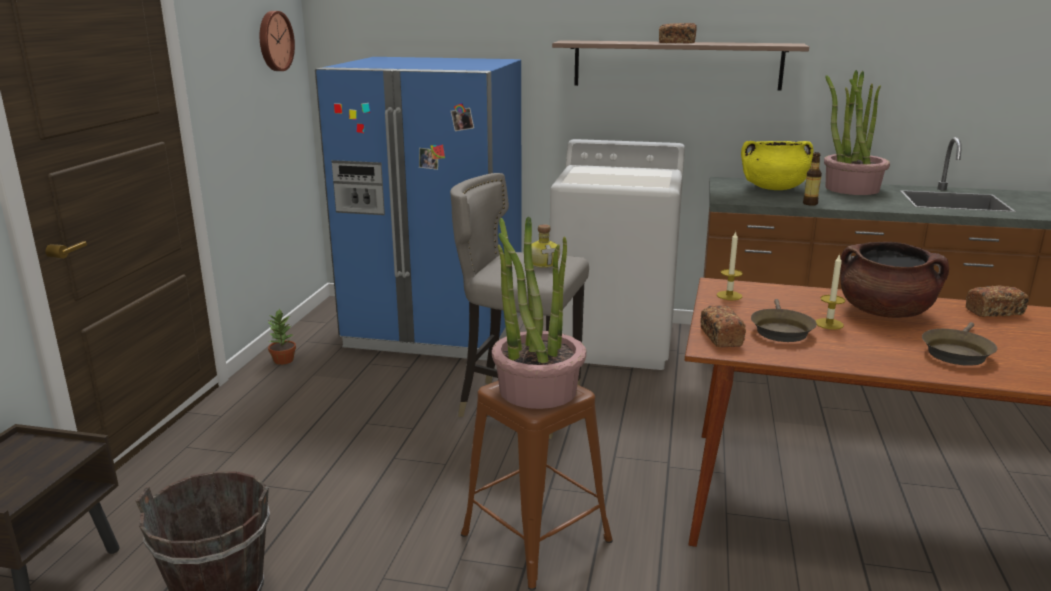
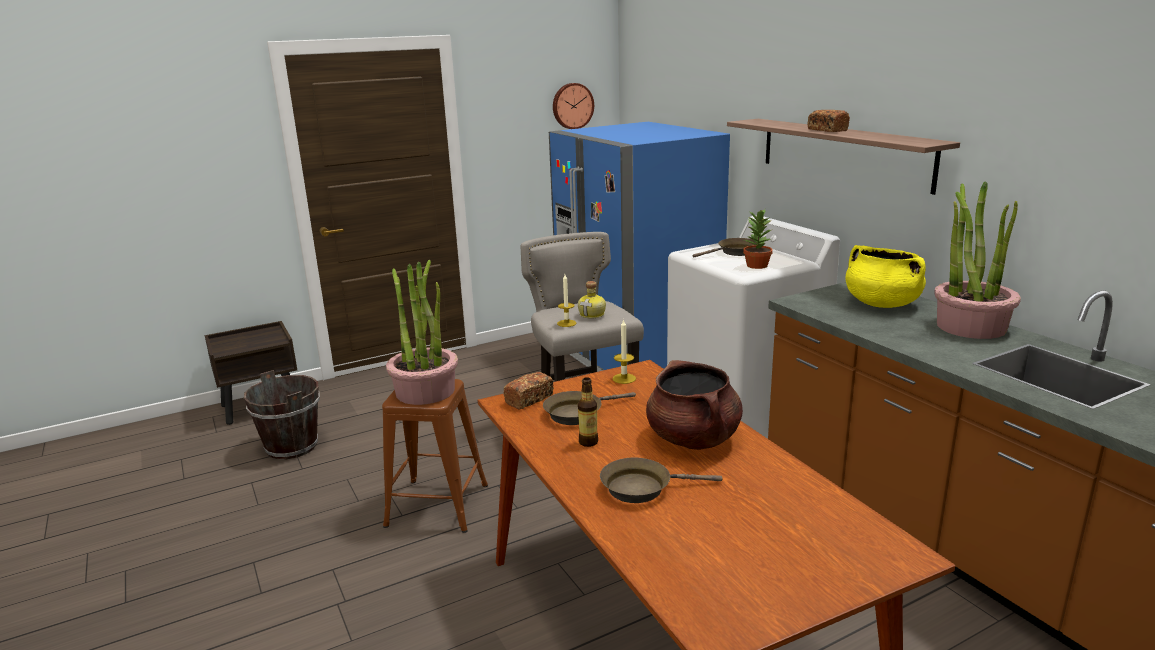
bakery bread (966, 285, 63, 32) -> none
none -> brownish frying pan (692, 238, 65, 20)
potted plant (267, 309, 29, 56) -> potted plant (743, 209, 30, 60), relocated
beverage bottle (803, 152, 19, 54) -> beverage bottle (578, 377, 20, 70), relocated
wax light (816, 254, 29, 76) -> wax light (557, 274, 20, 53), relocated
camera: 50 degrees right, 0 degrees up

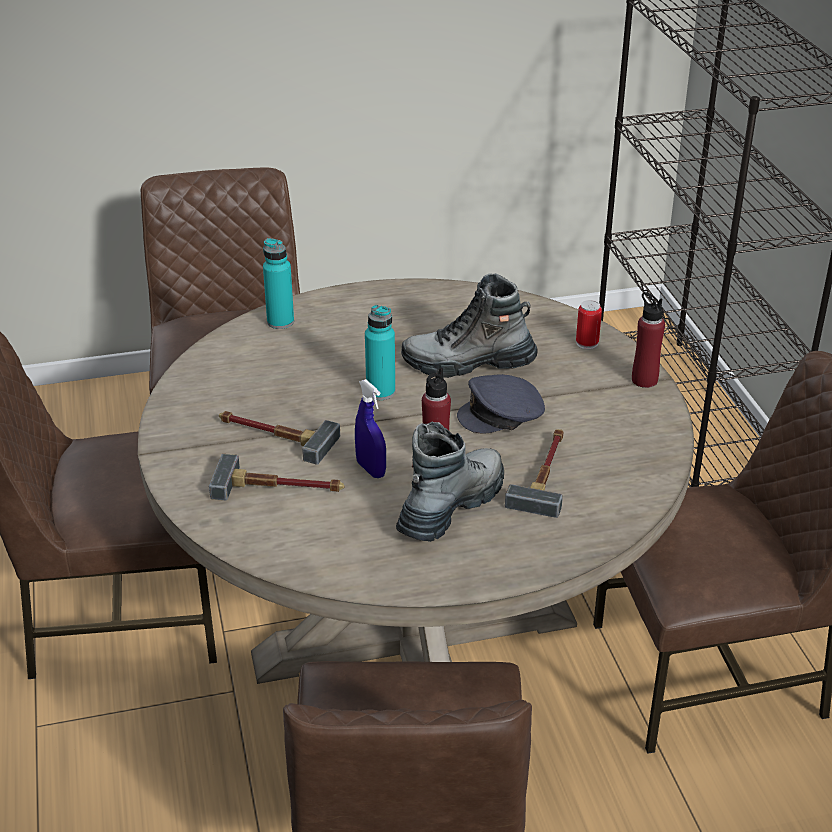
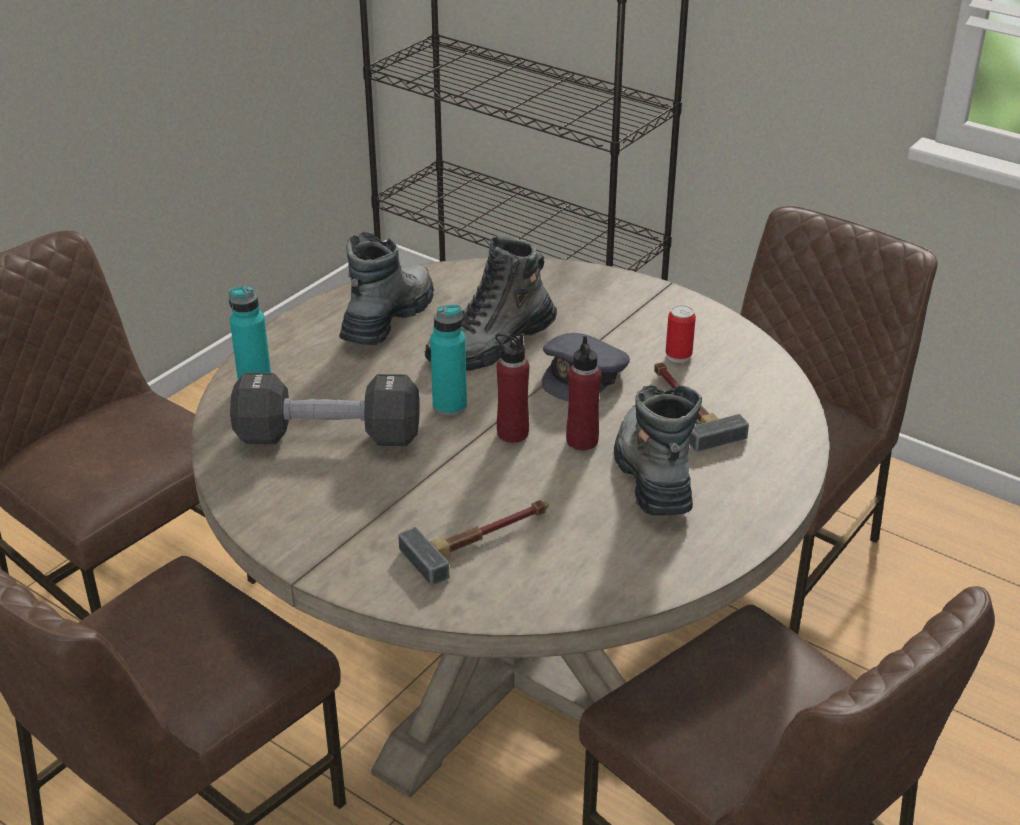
hand hammer (219, 411, 121, 54) -> none
bluish sprayer (355, 379, 31, 99) -> none
none -> blackish hand weight (230, 372, 189, 74)
none -> high-top boot (339, 232, 95, 113)
metal can (576, 300, 26, 50) -> metal can (666, 305, 30, 58), relocated
reddish beverage bottle (632, 292, 33, 96) -> reddish beverage bottle (495, 332, 34, 111), relocated
camera: 40 degrees left, 0 degrees up

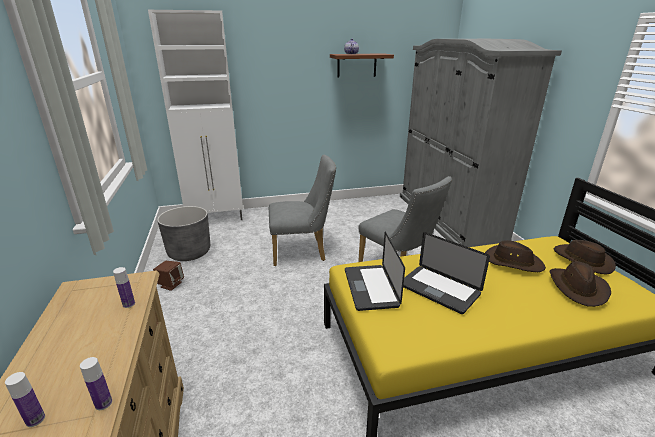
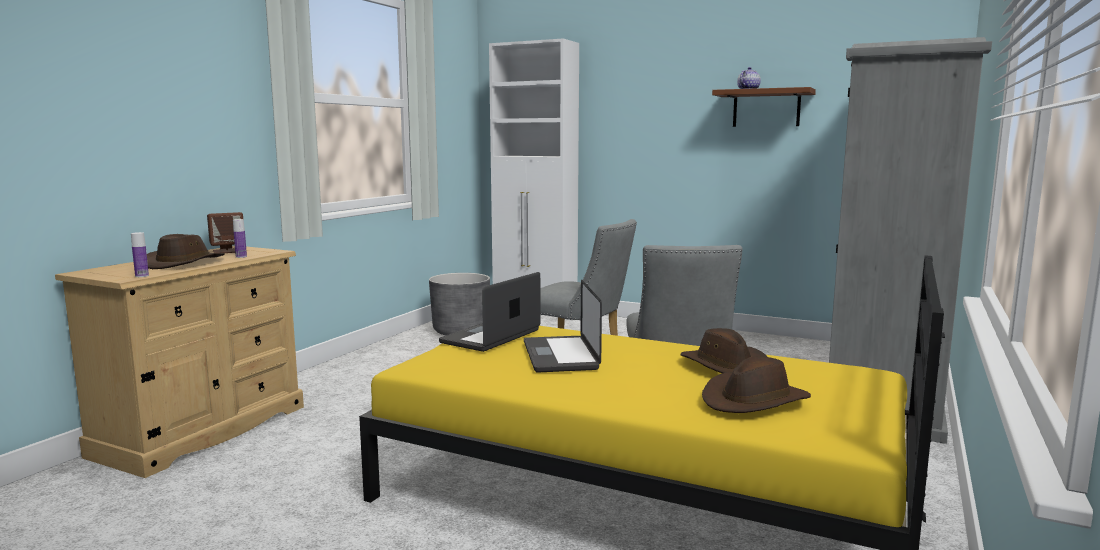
beverage bottle (5, 372, 40, 55) -> none
brownish speaker (153, 261, 31, 30) -> brownish speaker (207, 212, 36, 41), relocated
brownish hat (553, 240, 63, 34) -> brownish hat (147, 234, 78, 35), relocated
camera: 40 degrees right, 15 degrees down

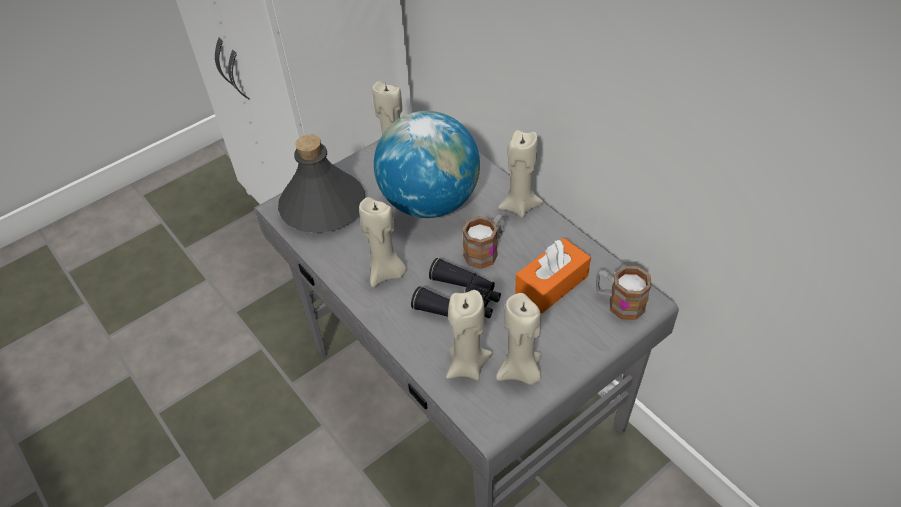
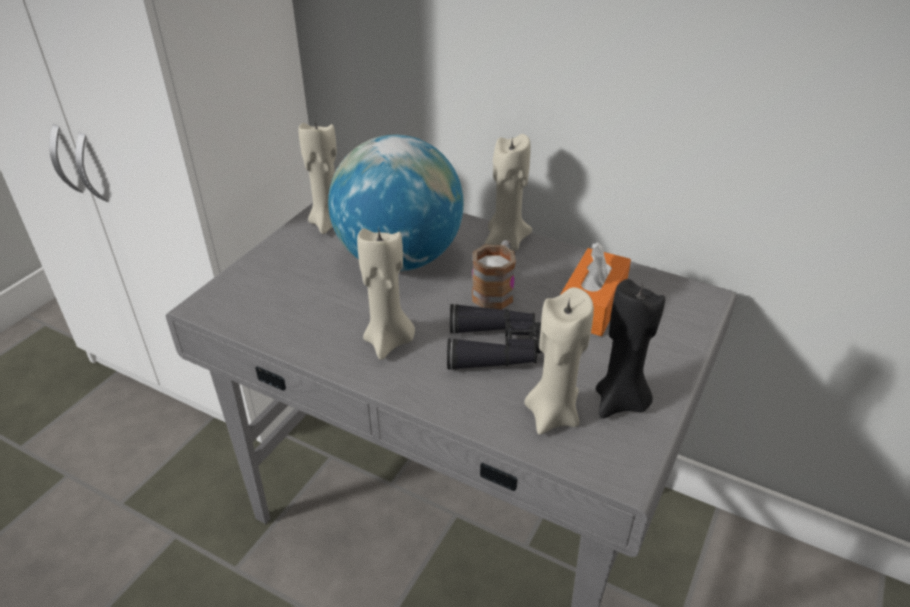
grey beverage bottle (278, 134, 87, 99) -> none
coffee mug (596, 266, 56, 54) -> none
sand-coloured wax light (496, 293, 46, 92) -> blackish wax light (596, 279, 69, 139)
camera: 25 degrees left, 10 degrees down

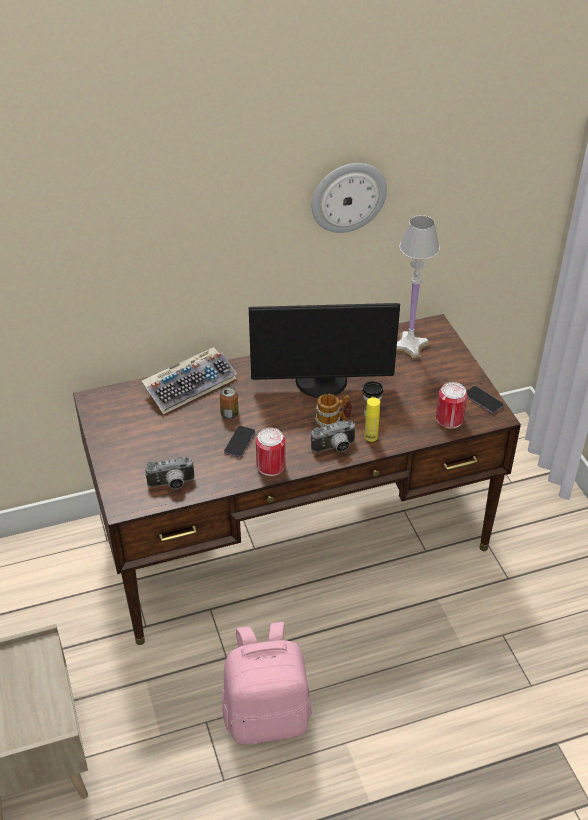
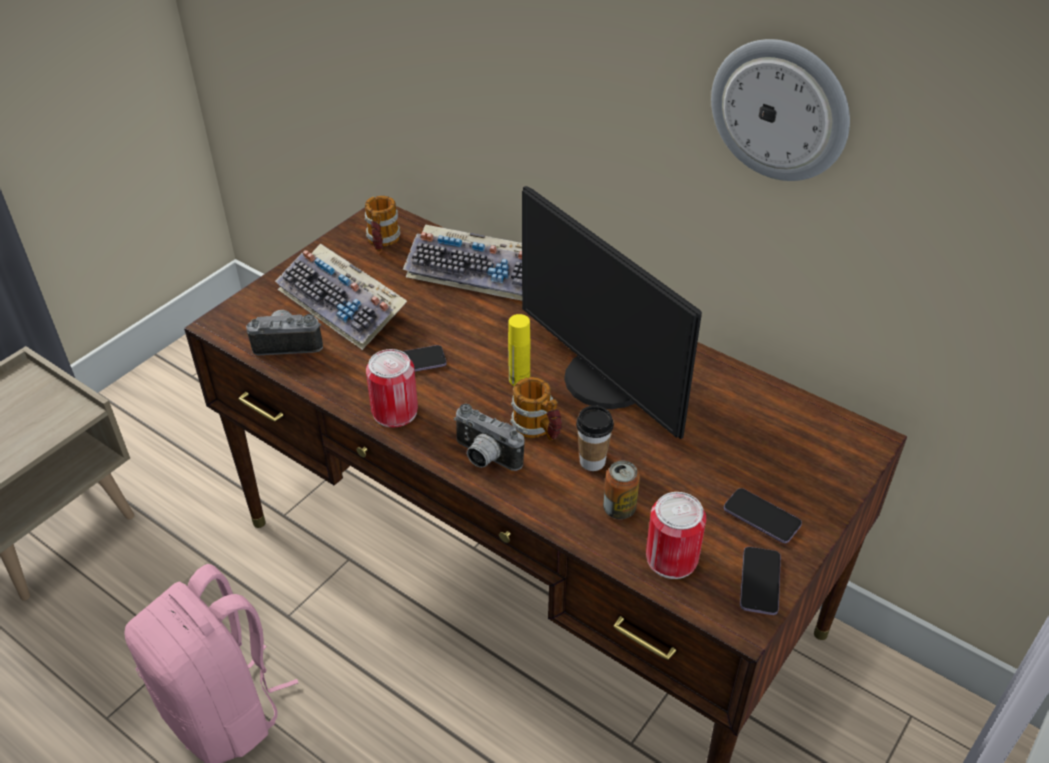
whitish lamp for a table (396, 215, 44, 145) -> none
none -> computer keyboard (275, 244, 132, 106)
none -> coffee mug (365, 196, 35, 55)
none -> handset (724, 488, 78, 55)
metal can (220, 386, 19, 33) -> metal can (603, 460, 37, 59), relocated
yellowish beverage bottle (365, 397, 15, 45) -> yellowish beverage bottle (508, 314, 22, 72), relocated
still camera (145, 457, 50, 32) -> still camera (246, 310, 77, 45), 135 degrees clockwise
camera: 55 degrees right, 0 degrees up

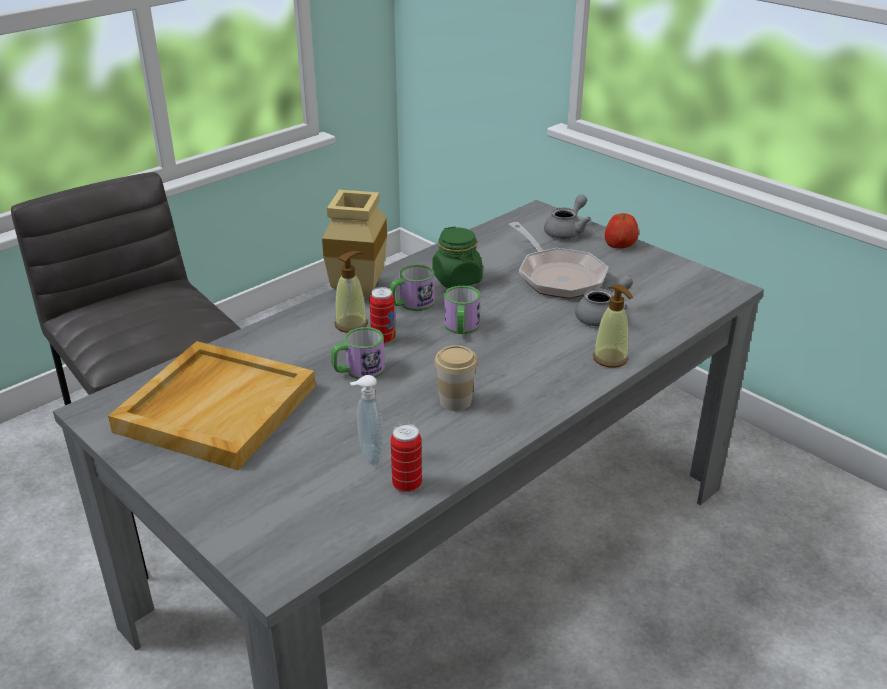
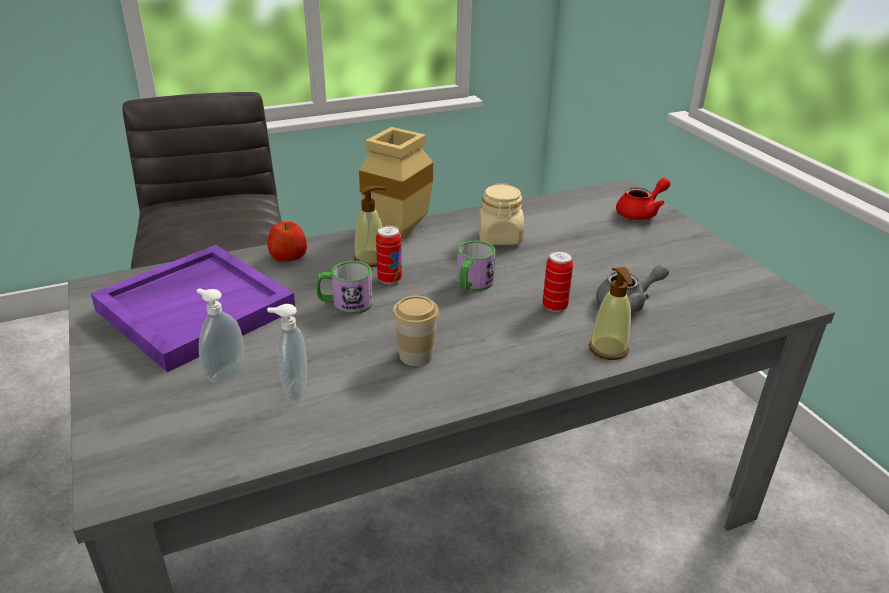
coffee mug (390, 265, 45, 46) -> none
frying pan (509, 222, 99, 77) -> none
none -> soap bottle (197, 288, 47, 95)
metal can (391, 424, 31, 69) -> metal can (542, 251, 31, 61), relocated
whole apple (605, 213, 34, 35) -> whole apple (267, 222, 40, 39), relocated
sand-coloured carrying tray (108, 341, 208, 129) -> purplish carrying tray (91, 245, 204, 127)
greenish preserve jar (432, 226, 51, 62) -> sand-coloured preserve jar (478, 184, 46, 61)
grey tea pot (544, 195, 47, 44) -> reddish tea pot (616, 178, 55, 42)
camera: 20 degrees right, 0 degrees up

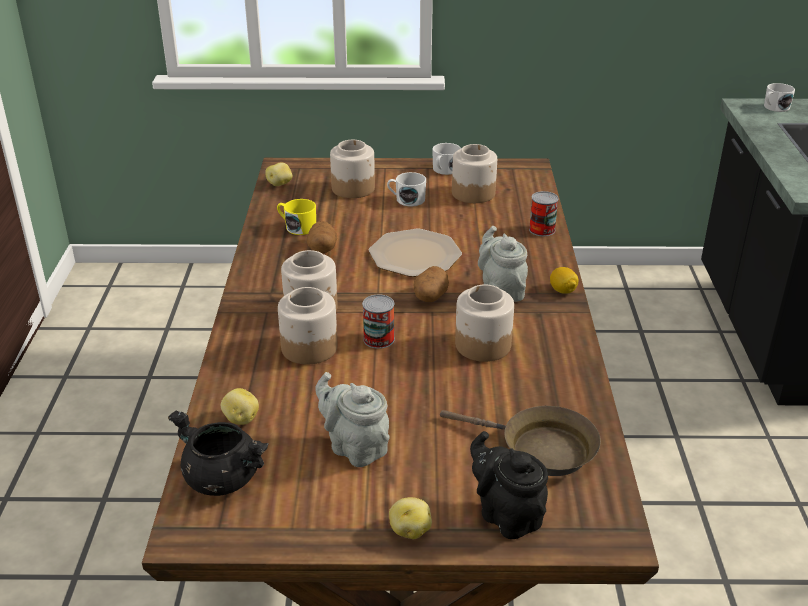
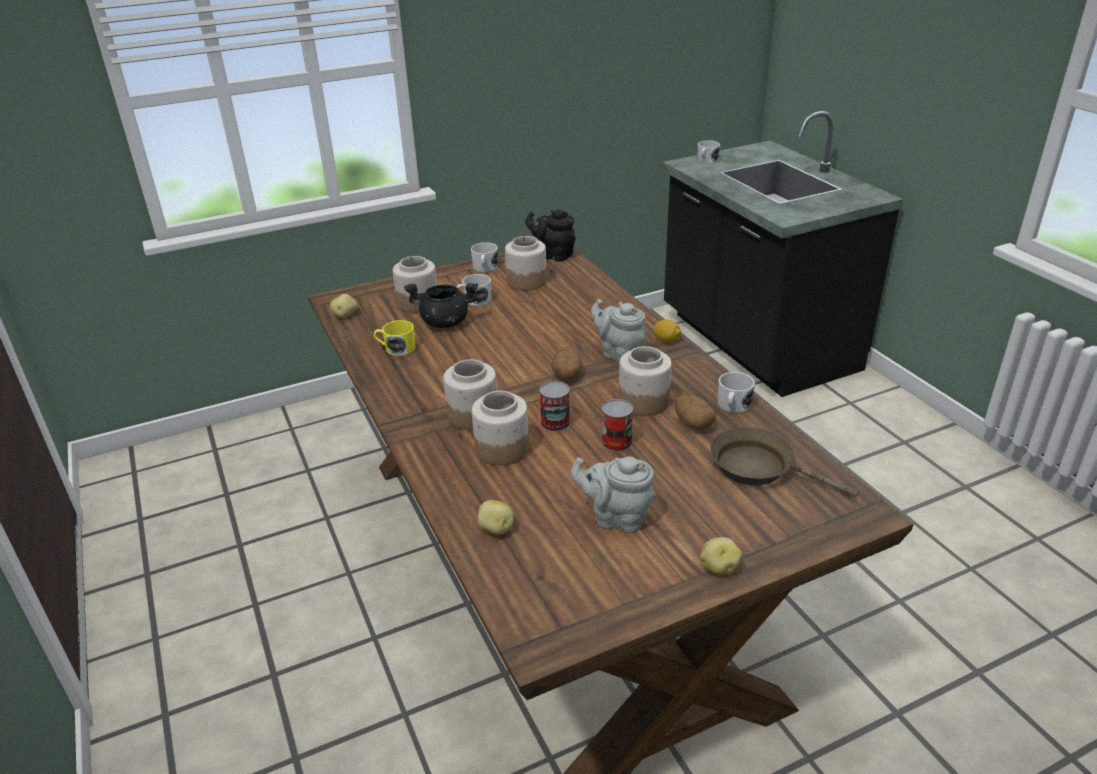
flat dish (368, 229, 94, 48) -> none
none -> whitish coffee mug (718, 372, 37, 41)
blackish cooking pot (168, 411, 101, 85) -> blackish cooking pot (404, 283, 74, 45), relocated
potato (307, 221, 30, 32) -> potato (676, 395, 40, 35), relocated
blackish tea pot (470, 431, 78, 108) -> blackish tea pot (526, 210, 50, 51), relocated
metal can (529, 191, 30, 45) -> metal can (602, 399, 31, 53), relocated
brownish frying pan (440, 406, 161, 70) -> brownish frying pan (710, 427, 148, 70), 150 degrees counterclockwise
camera: 25 degrees left, 0 degrees up

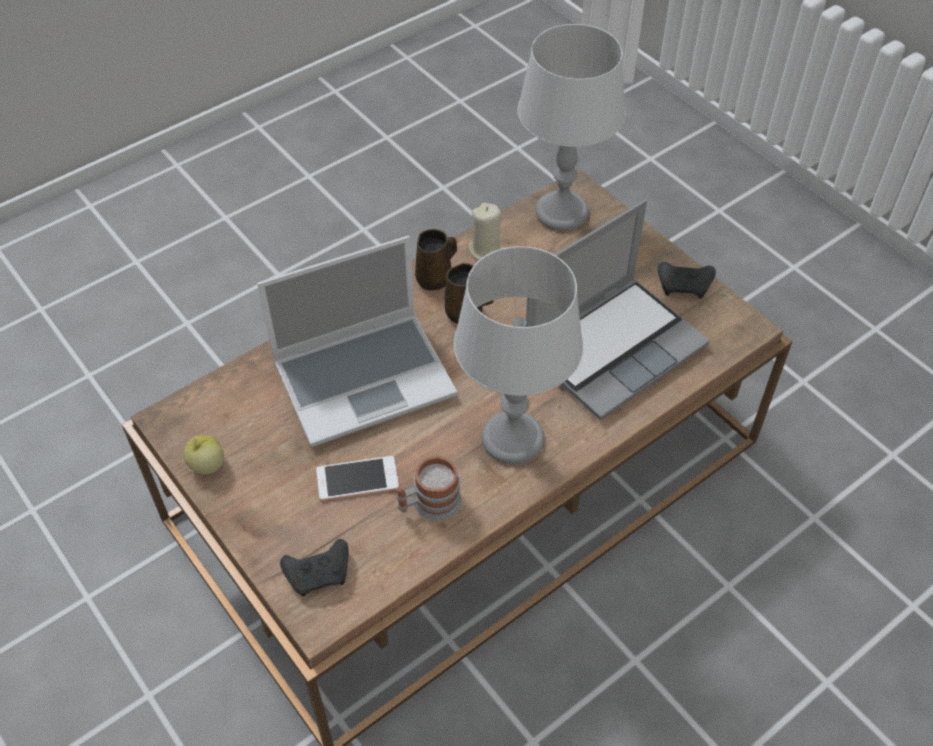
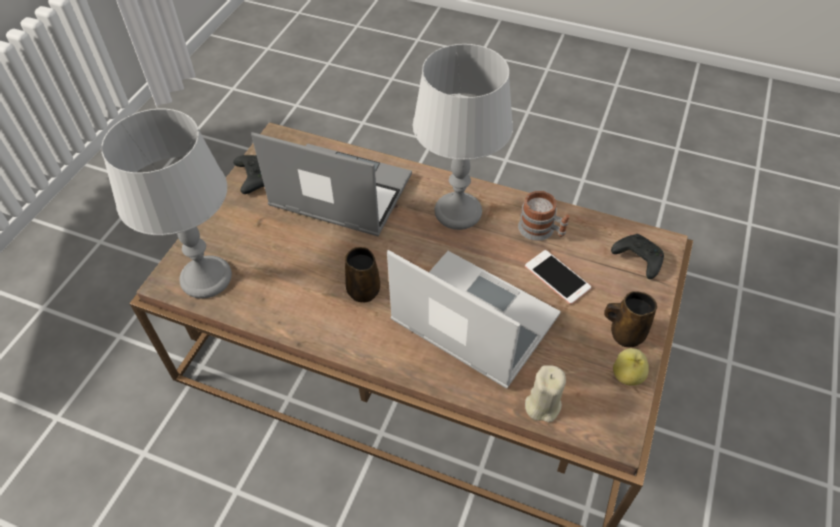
brownish coffee mug (415, 229, 42, 62) -> brownish coffee mug (604, 291, 53, 56), relocated
sand-coloured wax light (468, 203, 36, 57) -> sand-coloured wax light (525, 365, 41, 57), relocated
camera: 120 degrees left, 0 degrees up

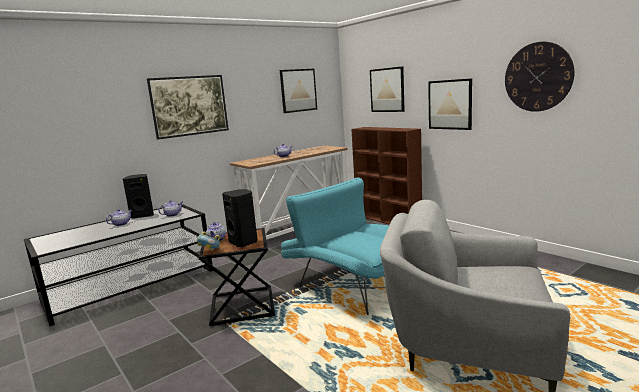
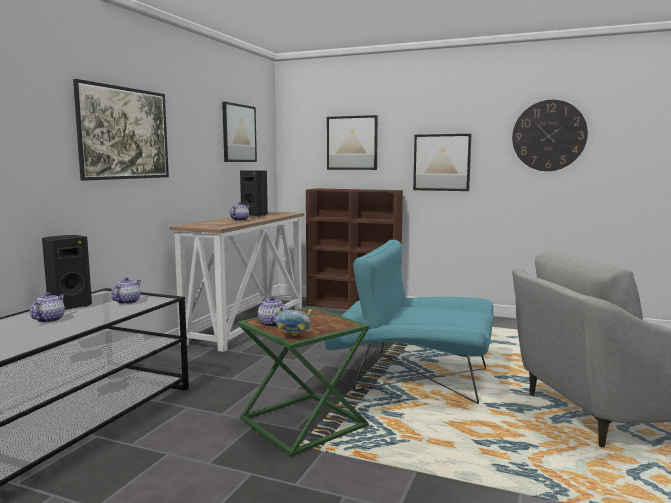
blackish speaker (222, 189, 35, 58) -> blackish speaker (240, 170, 28, 47), relocated
blackish side table (199, 228, 76, 98) -> greenish side table (237, 306, 132, 150)
camera: 30 degrees left, 5 degrees down

